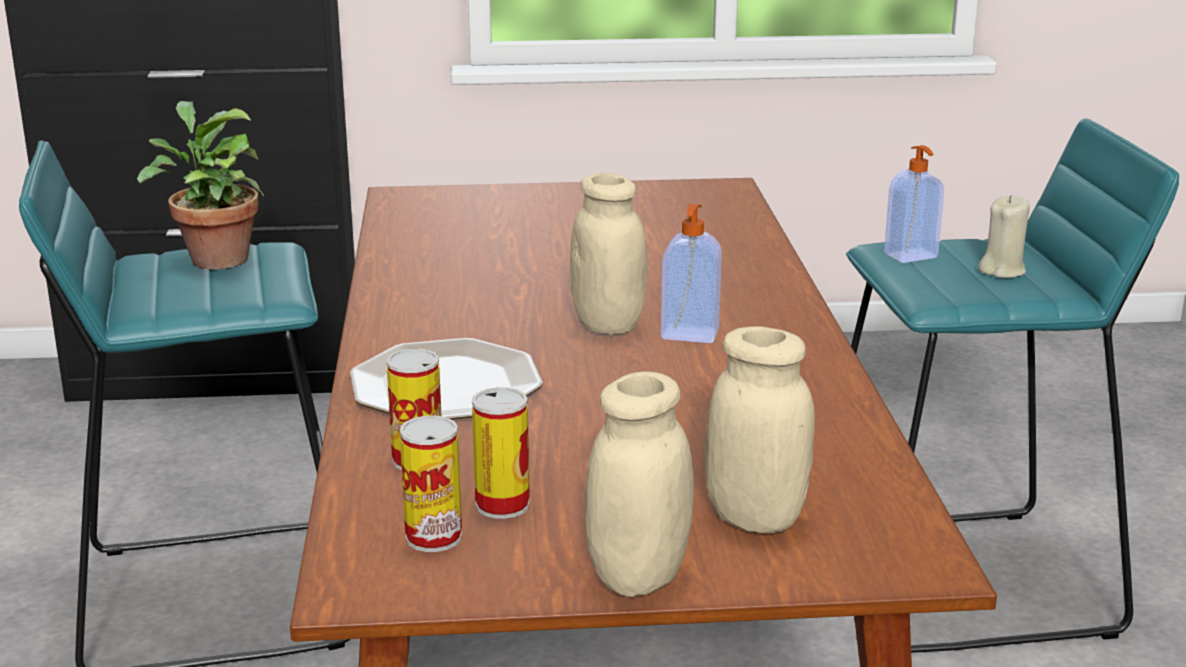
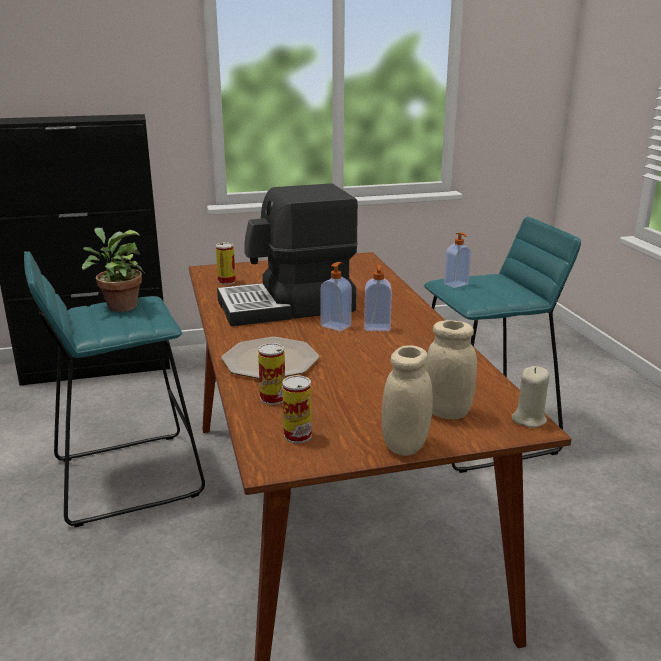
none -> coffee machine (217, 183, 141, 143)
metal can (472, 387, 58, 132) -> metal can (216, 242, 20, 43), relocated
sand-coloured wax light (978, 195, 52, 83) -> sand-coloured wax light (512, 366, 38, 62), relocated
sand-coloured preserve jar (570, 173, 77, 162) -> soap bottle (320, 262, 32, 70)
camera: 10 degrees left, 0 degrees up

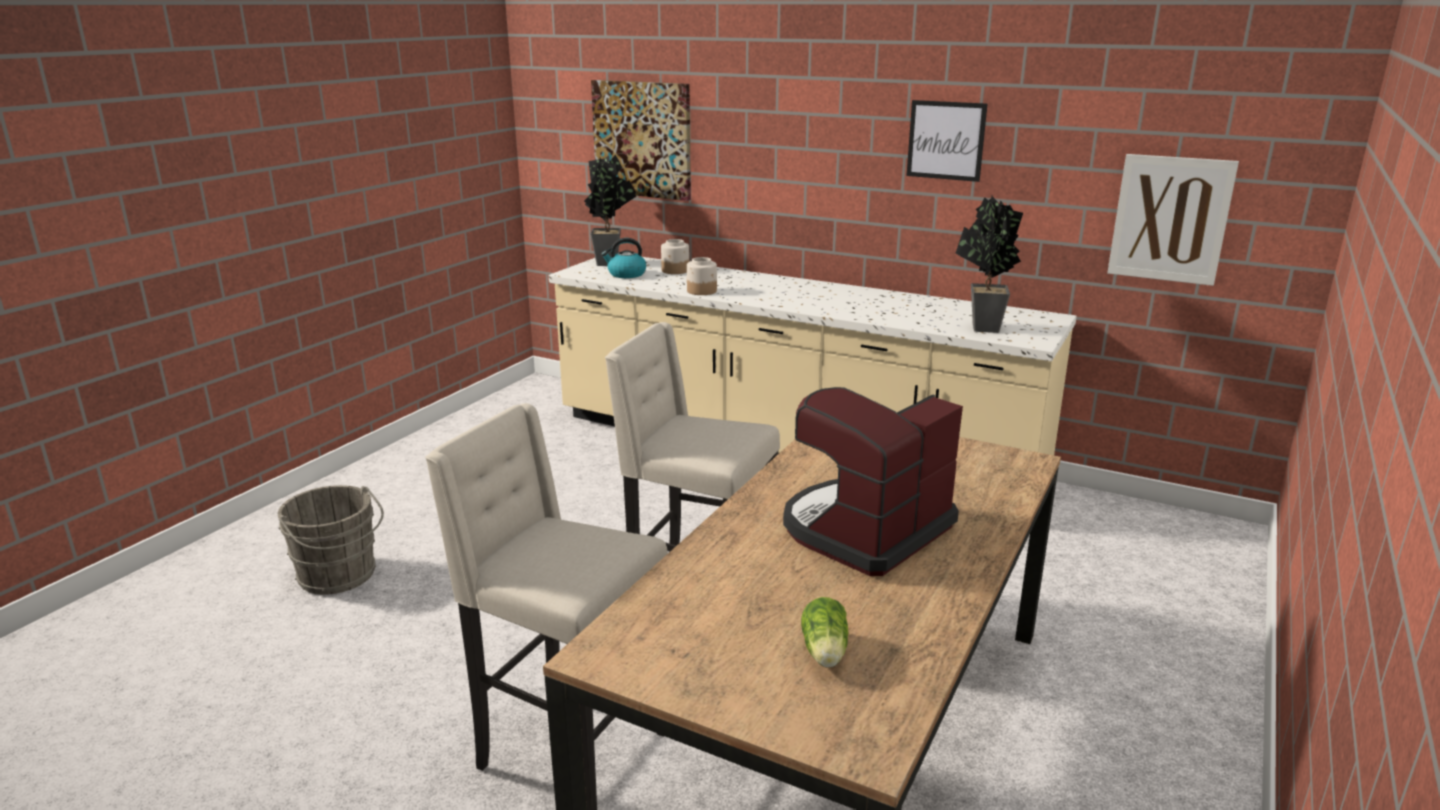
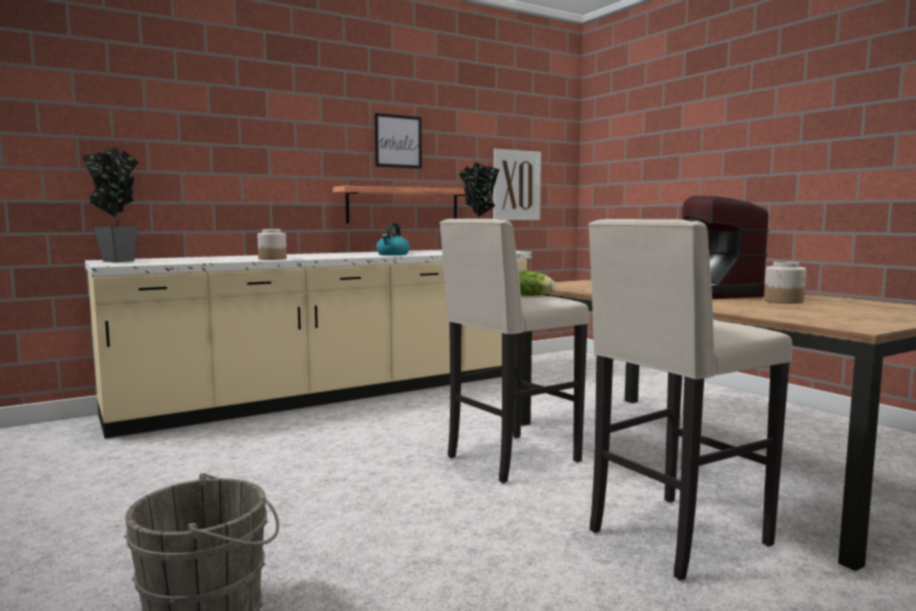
wall picture (591, 80, 100, 121) -> none
none -> shelf (333, 186, 132, 37)
water kettle (601, 238, 45, 40) -> water kettle (376, 223, 34, 33), relocated
preserve jar (661, 239, 28, 35) -> preserve jar (764, 261, 42, 43), relocated
lettuce head (801, 597, 47, 71) -> lettuce head (519, 271, 36, 25), relocated
camera: 60 degrees left, 15 degrees down

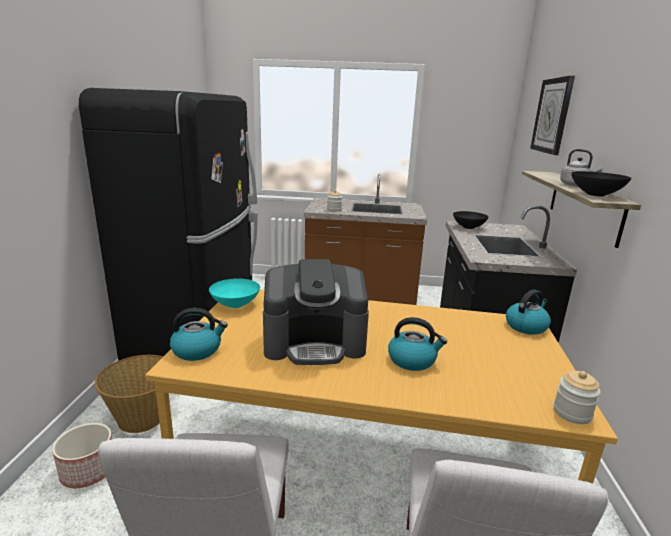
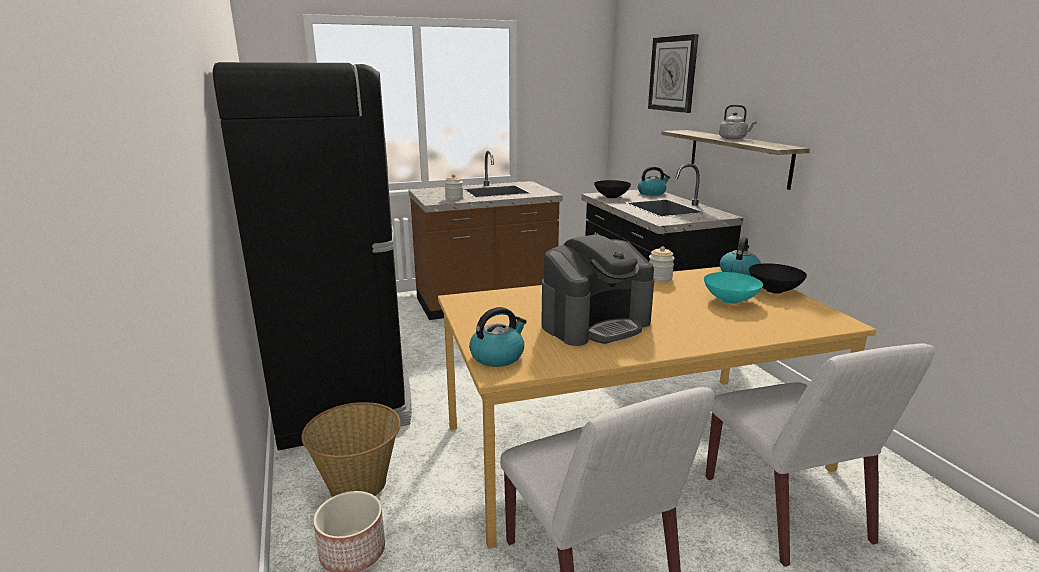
turquoise-coloured bowl (209, 279, 51, 29) -> turquoise-coloured bowl (704, 272, 59, 32), relocated
water kettle (388, 317, 59, 54) -> water kettle (638, 166, 32, 30), relocated
preserve jar (554, 371, 47, 53) -> preserve jar (649, 246, 26, 36), relocated
blackish bowl (572, 171, 60, 25) -> blackish bowl (749, 263, 58, 30), relocated
camera: 25 degrees left, 0 degrees up

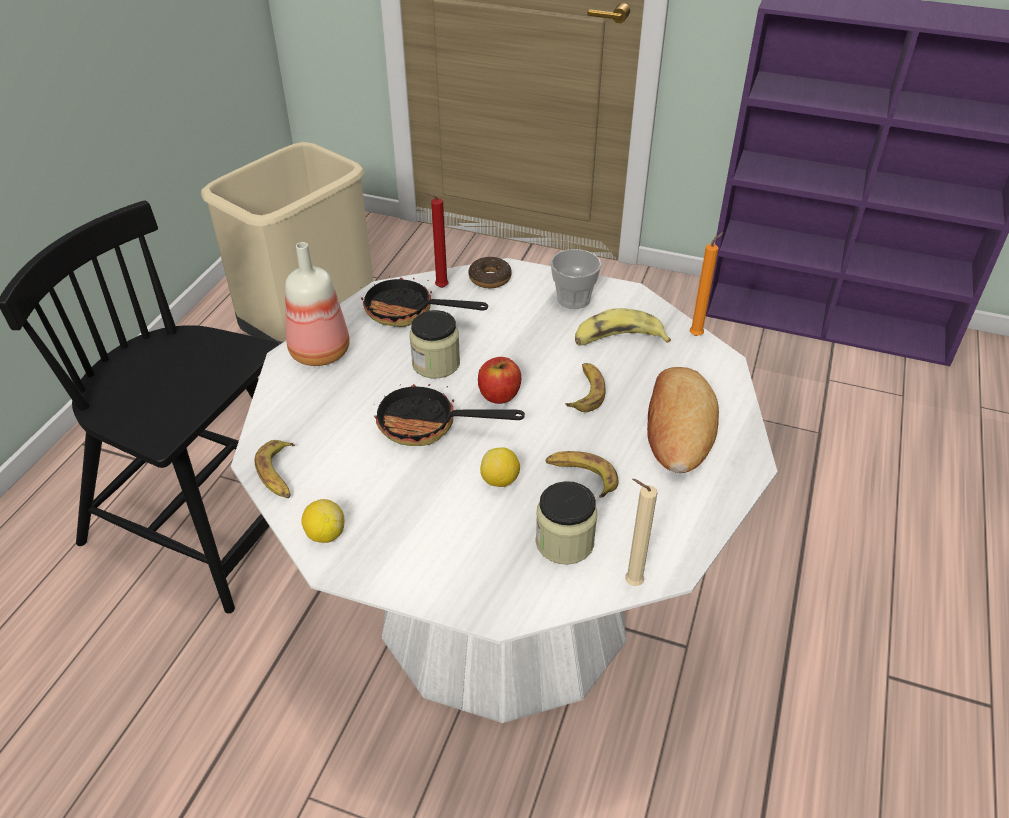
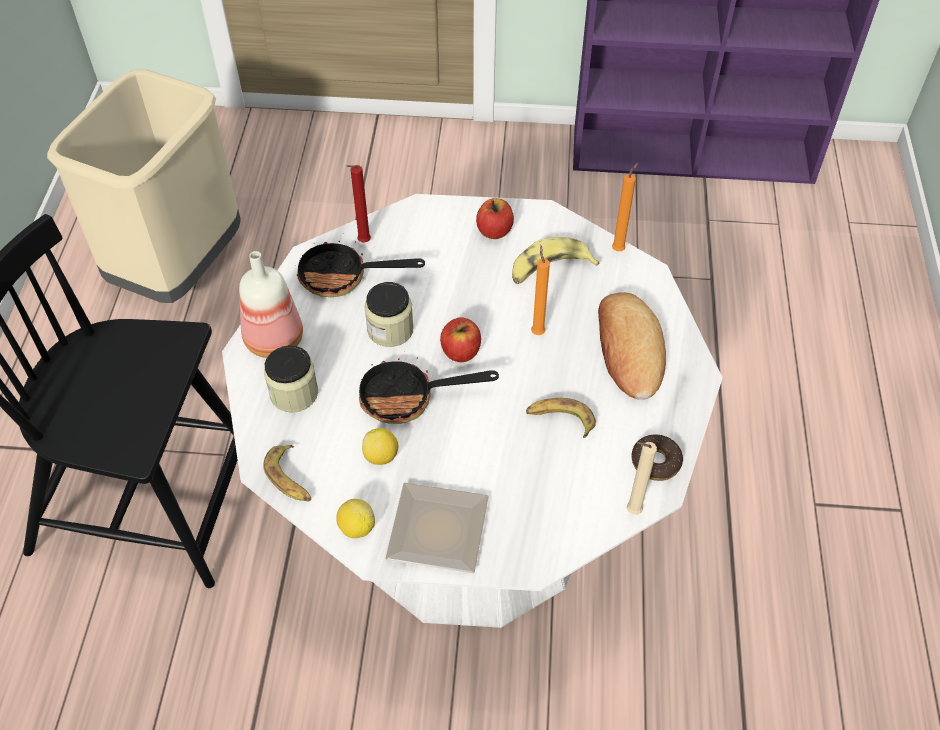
none -> flat dish (385, 483, 104, 90)
doughnut (468, 257, 44, 31) -> doughnut (632, 434, 51, 47), relocated
citrus fruit (480, 447, 40, 40) -> citrus fruit (362, 428, 36, 37), relocated
preserve jar (535, 481, 62, 84) -> preserve jar (264, 345, 54, 68), relocated
small cup (551, 249, 50, 60) -> whole apple (476, 198, 38, 41)
whole banana (565, 363, 40, 49) -> orange-coloured wax light (531, 245, 19, 90)
camera: 15 degrees left, 10 degrees up

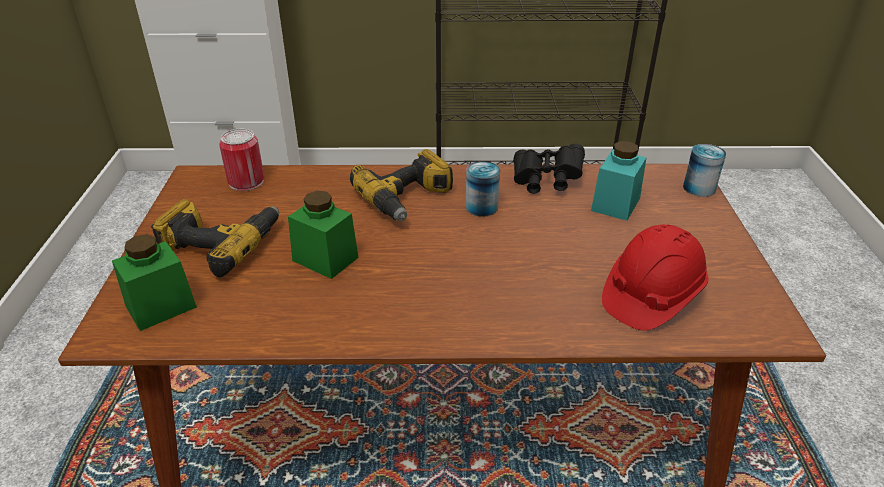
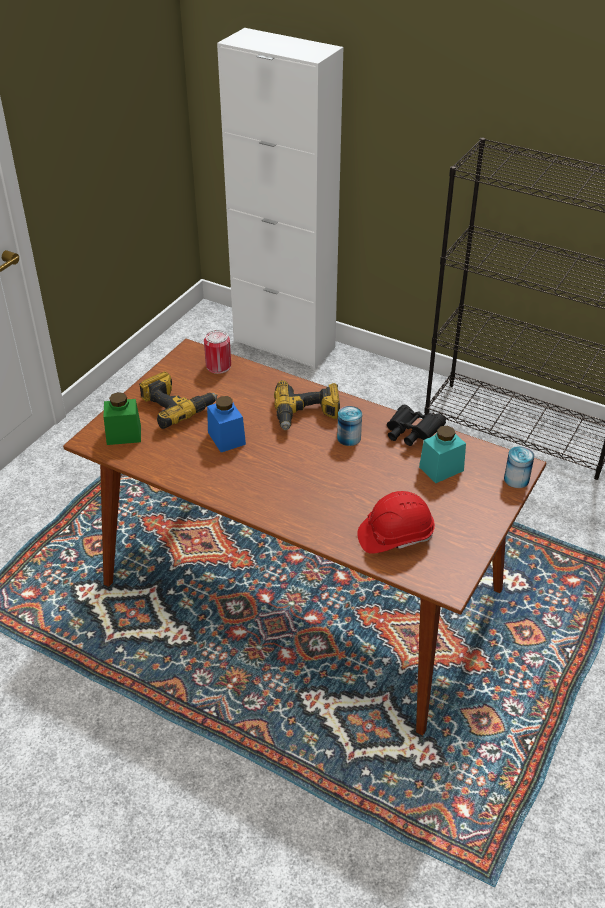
greenish preserve jar (288, 191, 71, 88) -> bluish preserve jar (207, 396, 39, 56)
camera: 30 degrees right, 5 degrees up

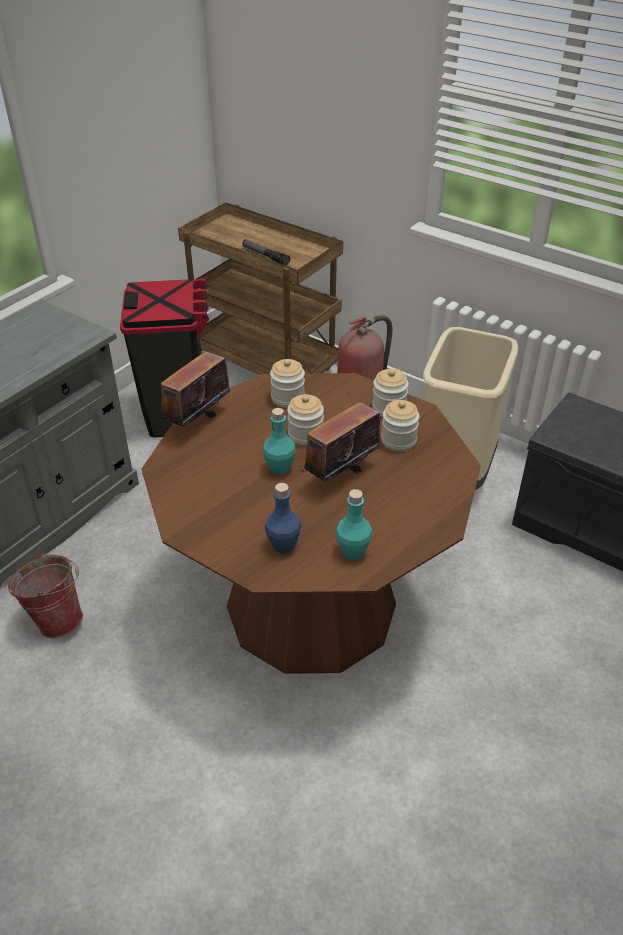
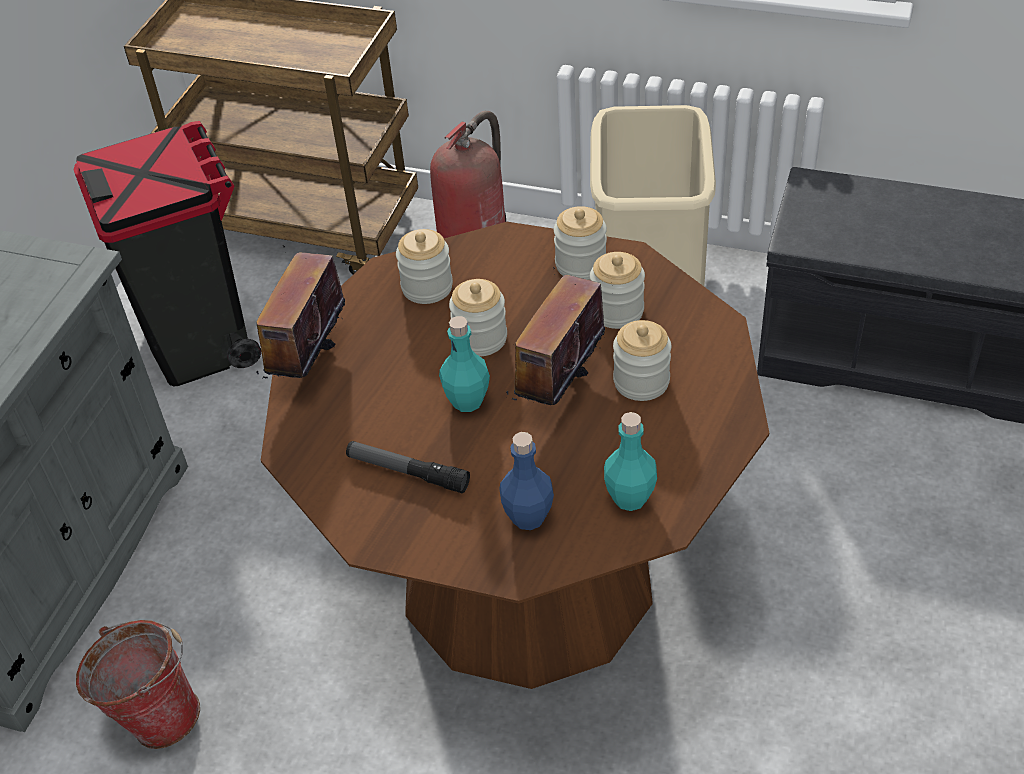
none -> preserve jar (613, 320, 58, 81)
hand torch (242, 239, 48, 27) -> hand torch (346, 441, 124, 52), relocated
camera: 15 degrees left, 5 degrees up

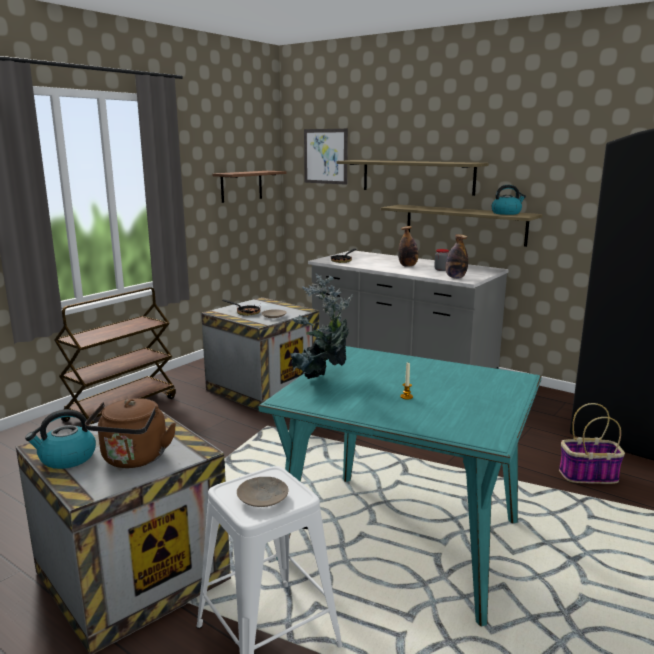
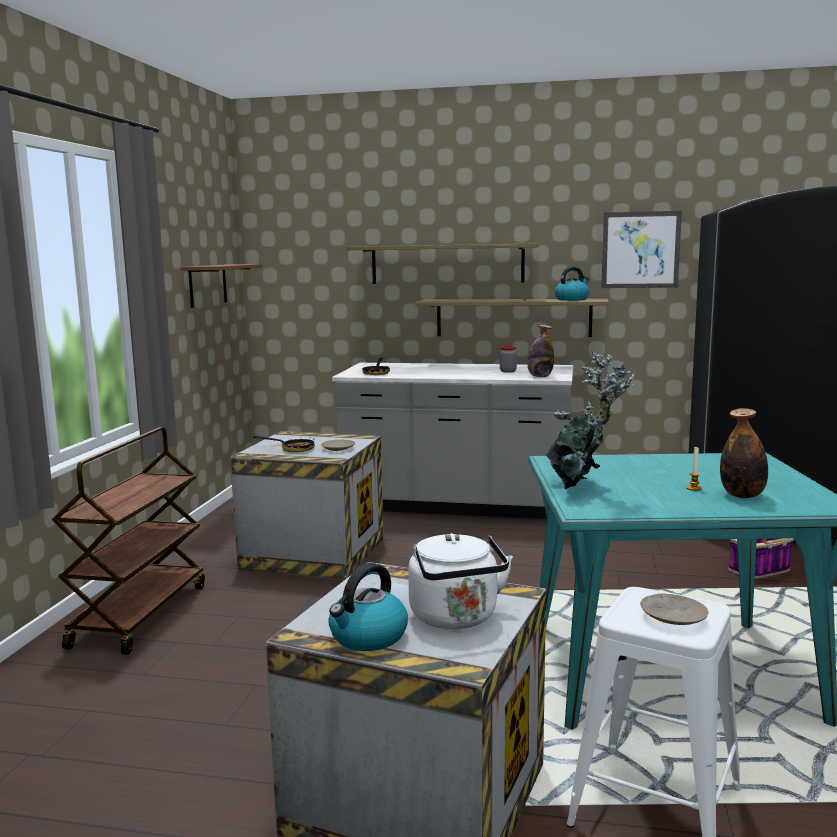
wall picture (304, 129, 44, 56) -> wall picture (601, 211, 81, 77), relocated
beverage bottle (398, 226, 20, 41) -> beverage bottle (720, 408, 48, 90), relocated
brownish water kettle (85, 398, 91, 70) -> whitish water kettle (408, 533, 105, 96)
camera: 25 degrees left, 5 degrees down

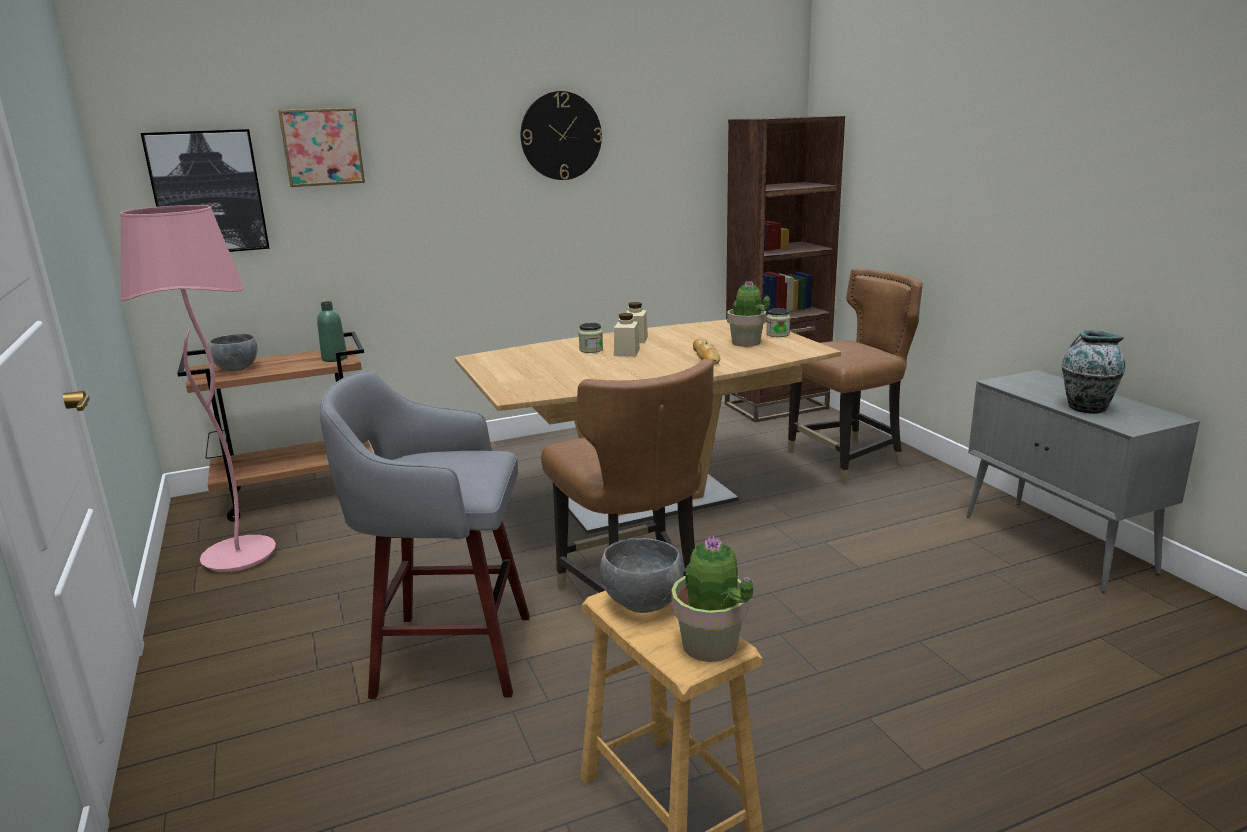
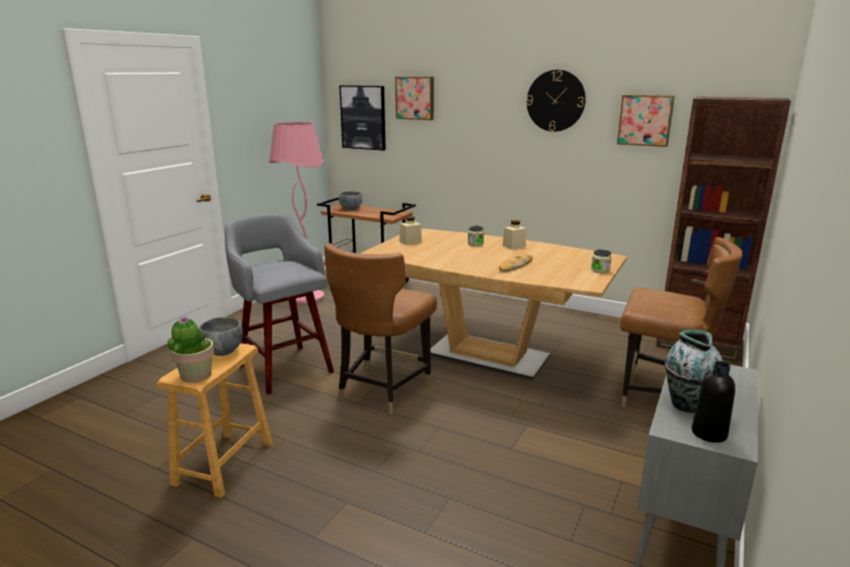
greenish beverage bottle (317, 301, 30, 61) -> none
potted plant (727, 280, 43, 67) -> none
none -> wall picture (617, 95, 58, 52)
none -> blackish beverage bottle (692, 361, 43, 82)
sand-coloured preserve jar (614, 313, 26, 44) -> sand-coloured preserve jar (400, 216, 22, 29), relocated
camera: 50 degrees right, 0 degrees up

